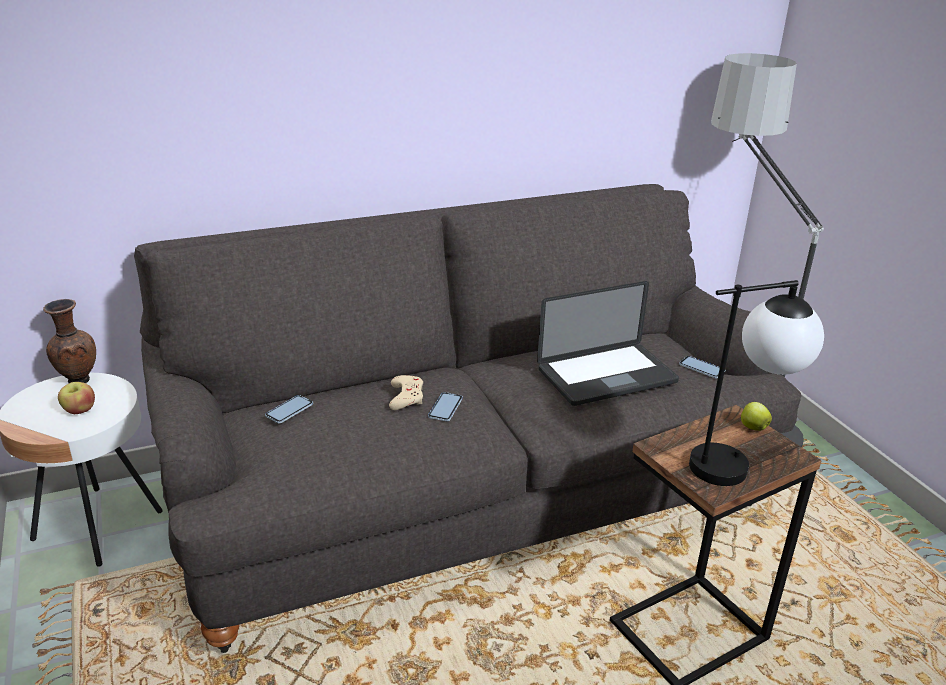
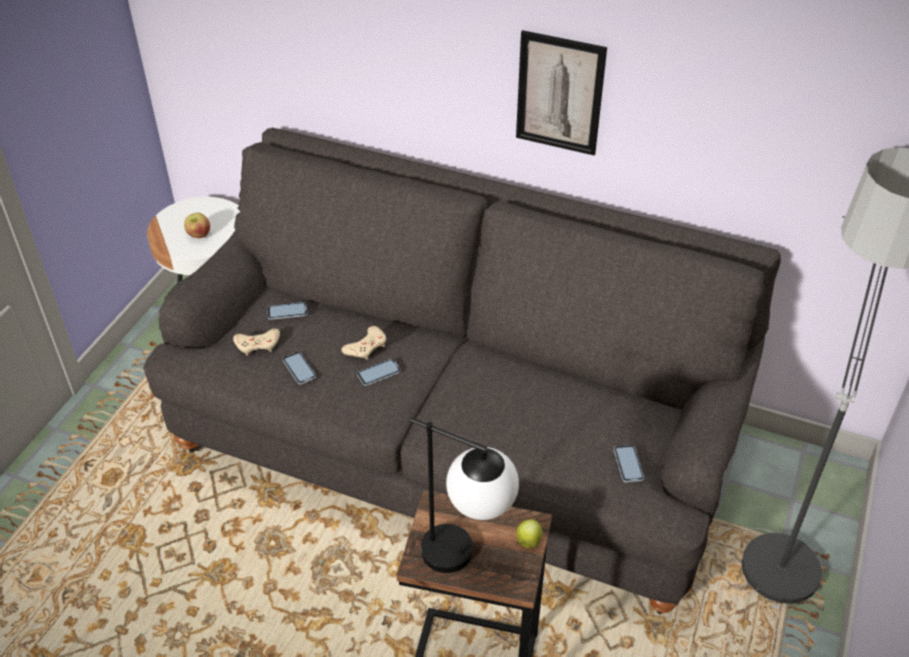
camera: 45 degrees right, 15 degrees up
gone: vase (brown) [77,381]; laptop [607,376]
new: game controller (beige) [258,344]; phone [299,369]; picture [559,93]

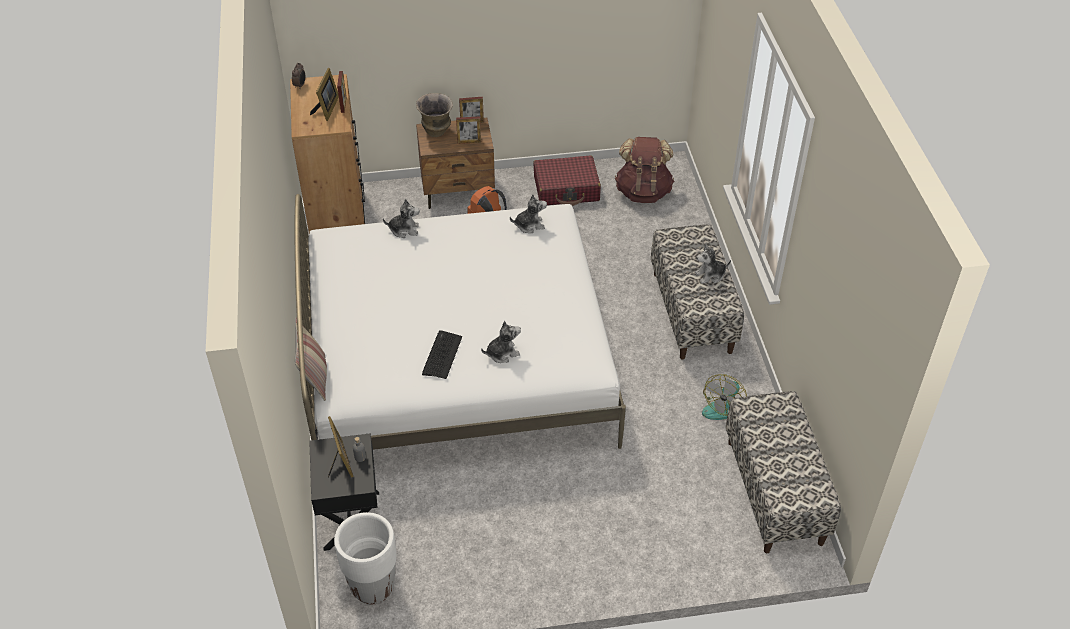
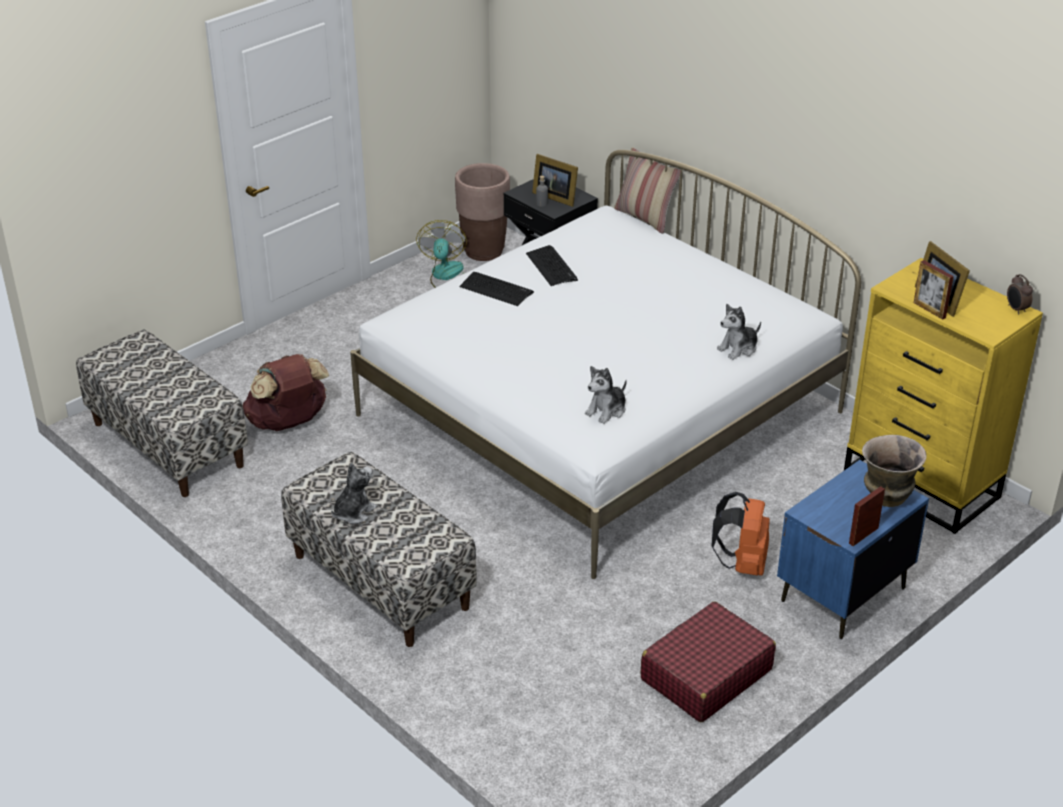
camera: 145 degrees right, 10 degrees down
gone: picture frame [469,142]
shifted: backpack (brown) [643,192] to [288,423]; fan [723,406] to [447,276]
swapped: plush toy [502,353] to keyboard [496,289]
repainted: planter (white) [372,587] to planter (brown) [484,251]; nightstand (brown) [458,191] to nightstand (blue) [842,594]; dresser (brown) [338,222] to dresser (yellow) [922,485]

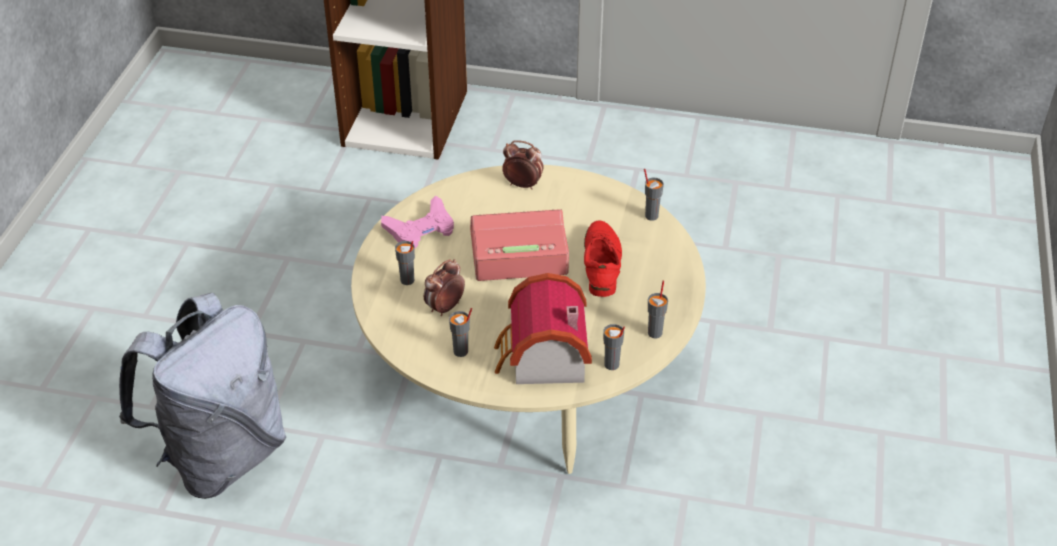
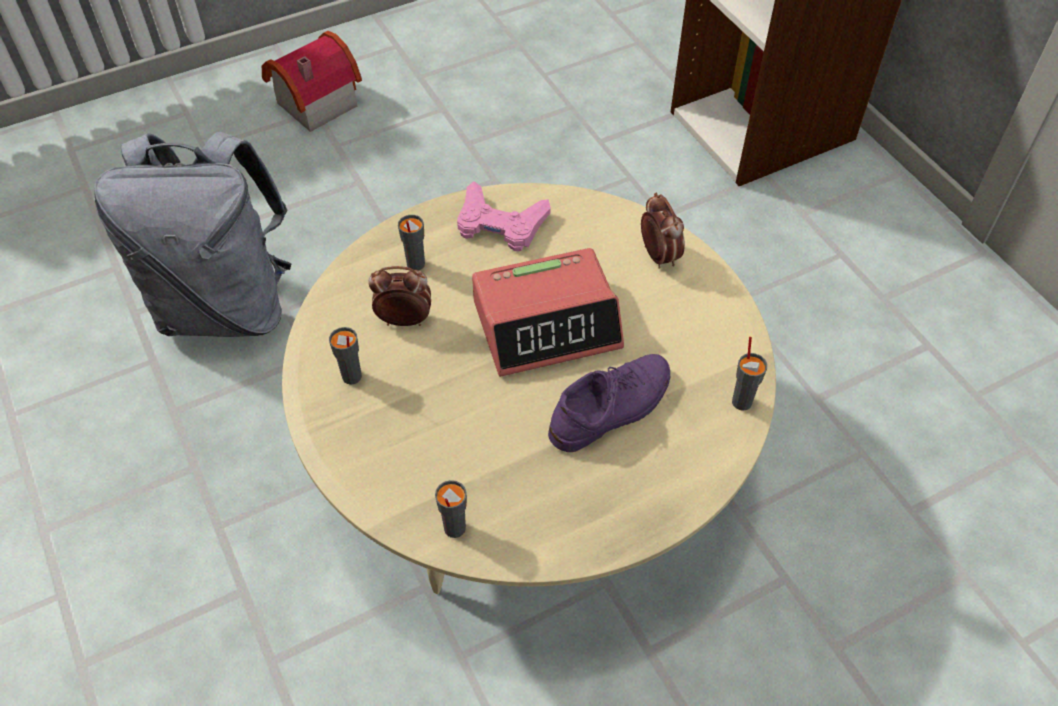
camera: 50 degrees right, 10 degrees up
gone: cup (grey) [655,333]
shifted: toy house [542,360] to [312,103]
repainted: shoe (red) [602,263] to shoe (purple) [611,408]
rotated: alarm clock [518,253] = [547,324] 120 degrees clockwise

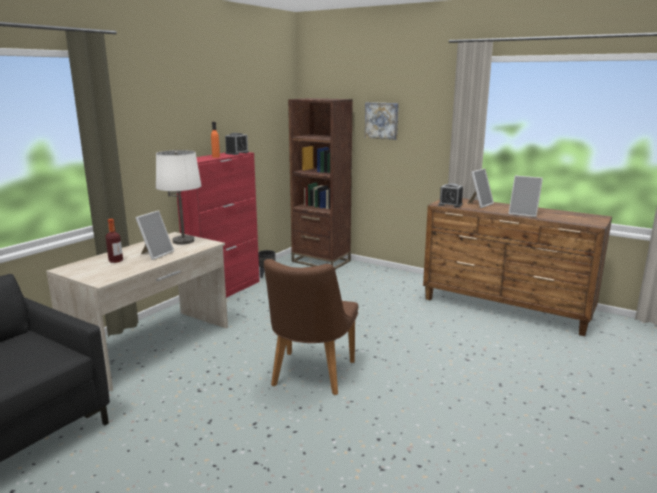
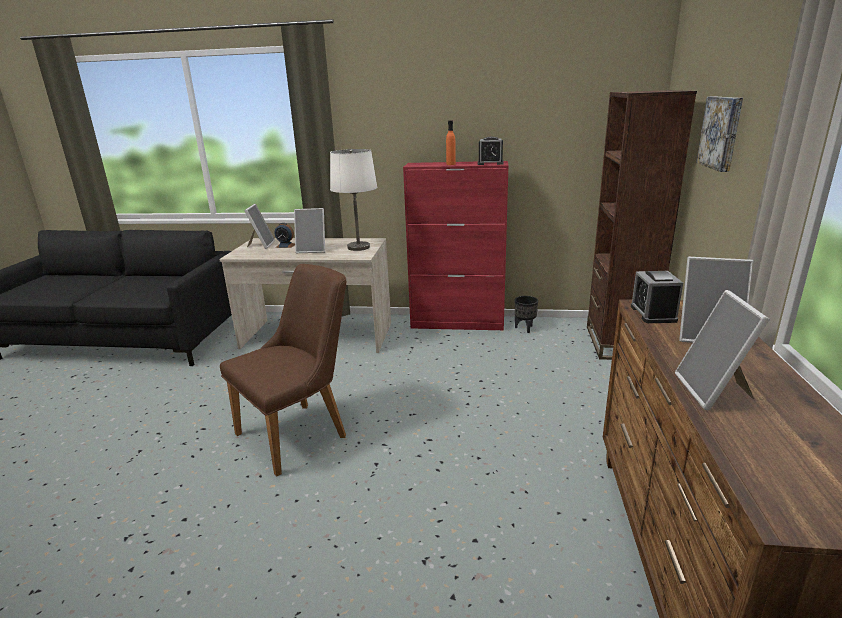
camera: 65 degrees right, 5 degrees up
new: picture frame [261,245]
swapped: bottle [116,261] to alarm clock [285,245]
rotated: chair (brown) [309,377] = [301,431] 150 degrees clockwise

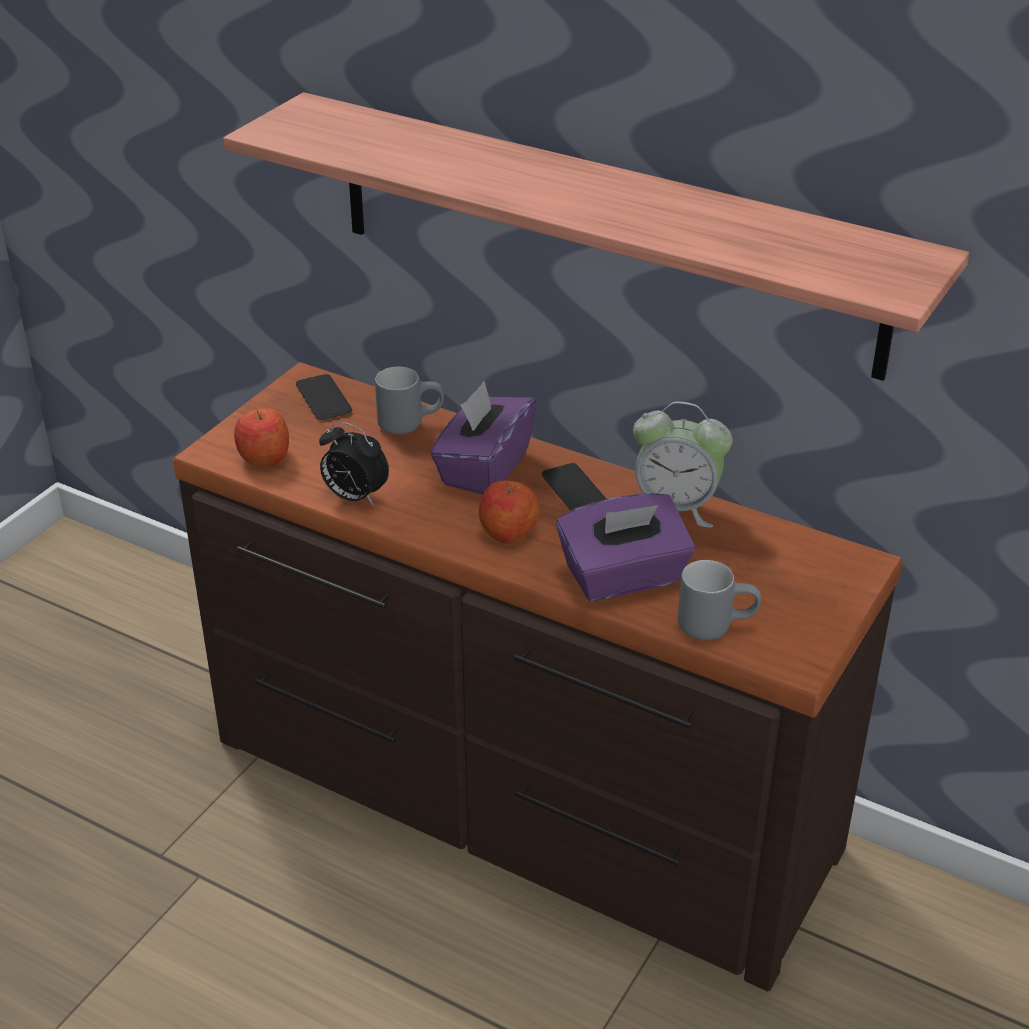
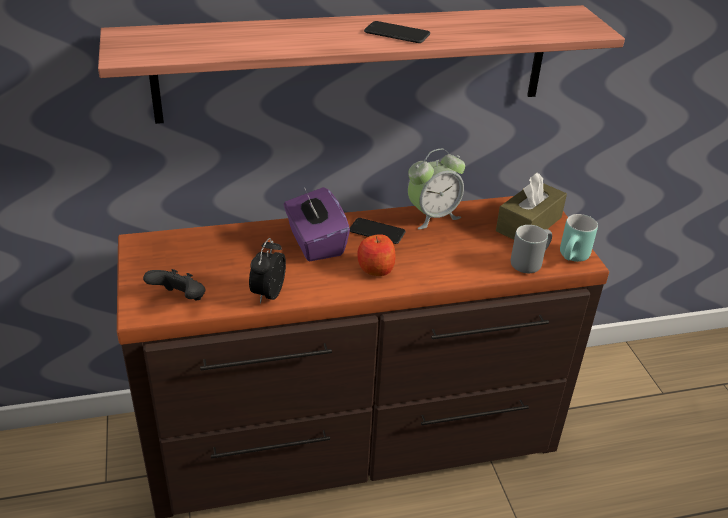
camera: 45 degrees left, 0 degrees up
gone: mug (grey) [409,422]; tissue box (purple) [623,577]
new: tissue box (brown) [528,224]; mug (turquoise) [574,259]
shifted: phone [323,398] to [397,33]
swapped: apple [264,457] to game controller (black) [180,299]
rotated: alarm clock [354,497] = [268,294] 120 degrees clockwise

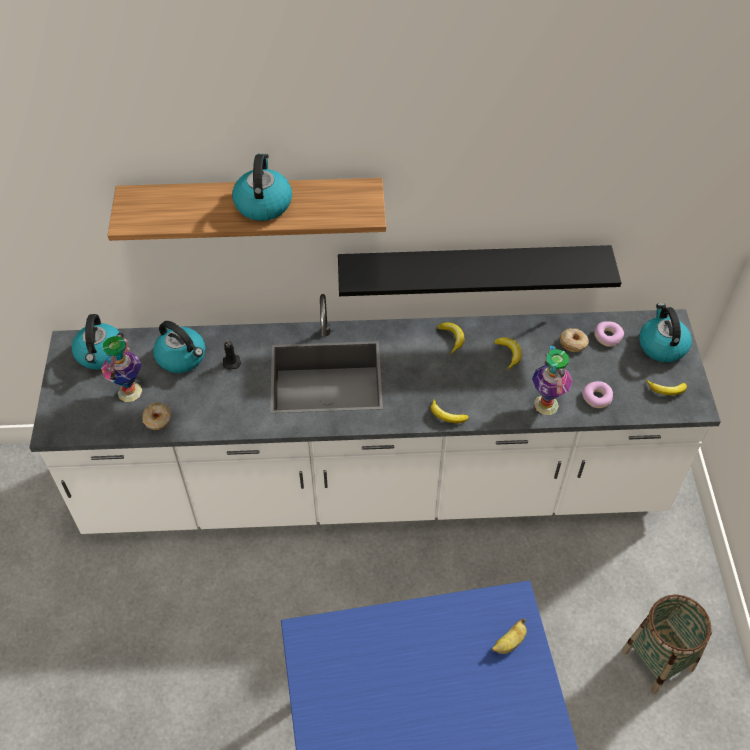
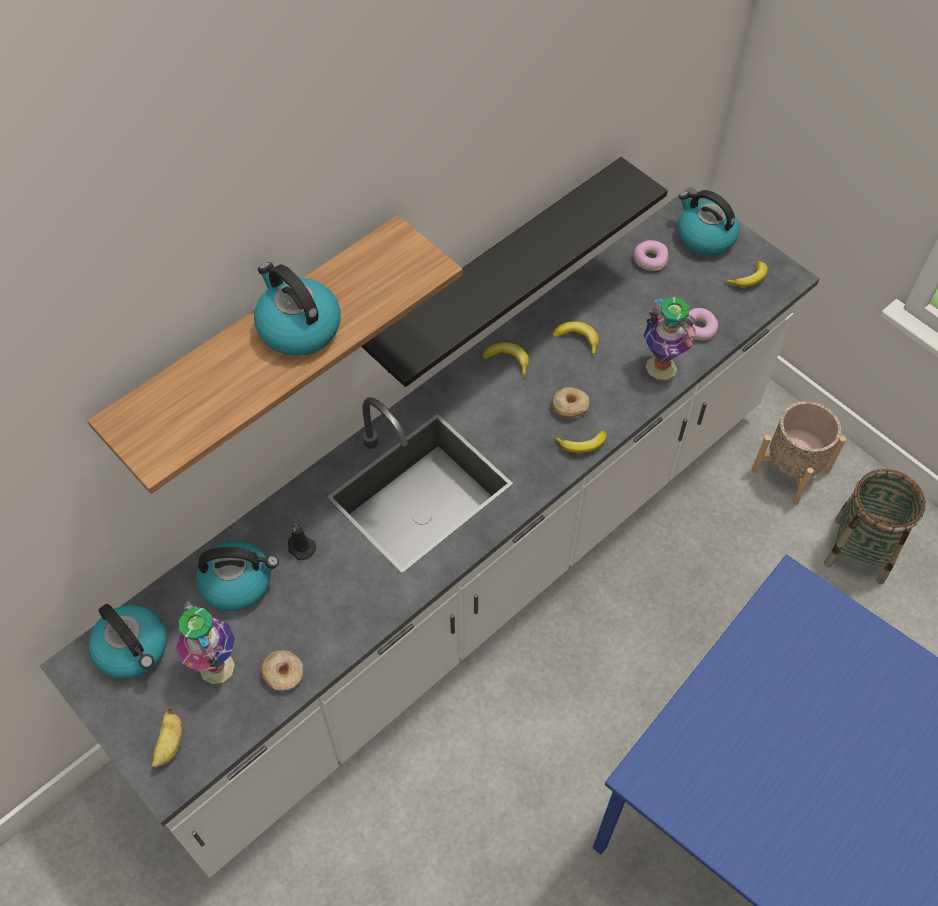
camera: 40 degrees left, 5 degrees up
new: planter (beige) [790,470]
shifted: banana [509,643] to [170,744]; donut [573,343] to [569,406]

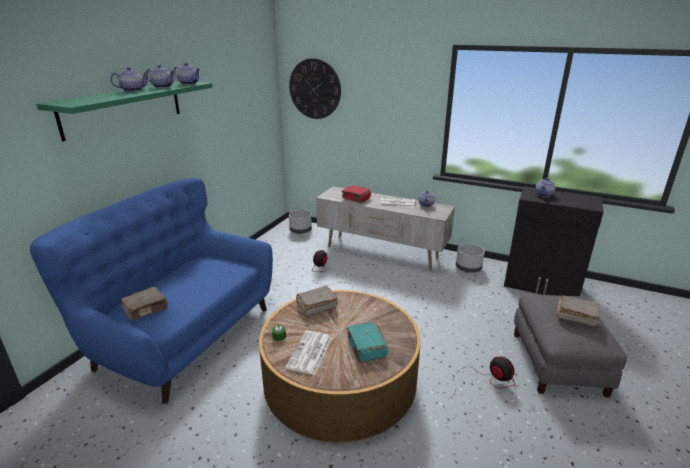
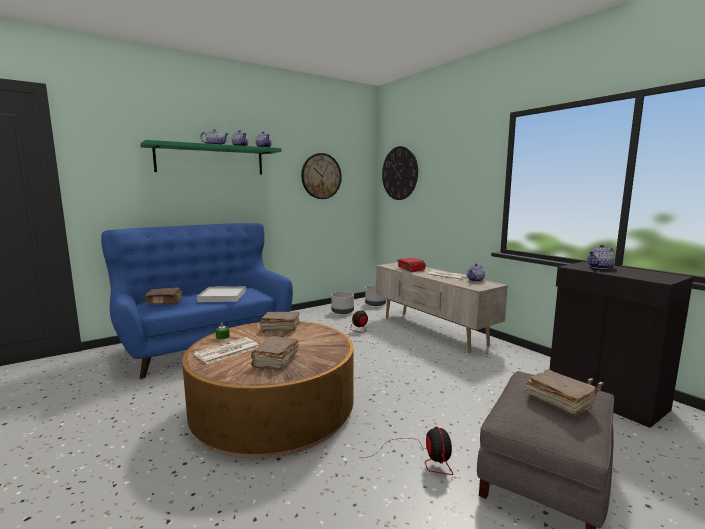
camera: 30 degrees right, 15 degrees down
new: tray (white) [222,296]; wall clock [321,176]
shifted: planter (grey) [468,268] to [342,312]
repainted: book (turquoise) [366,348] to book (brown) [275,361]

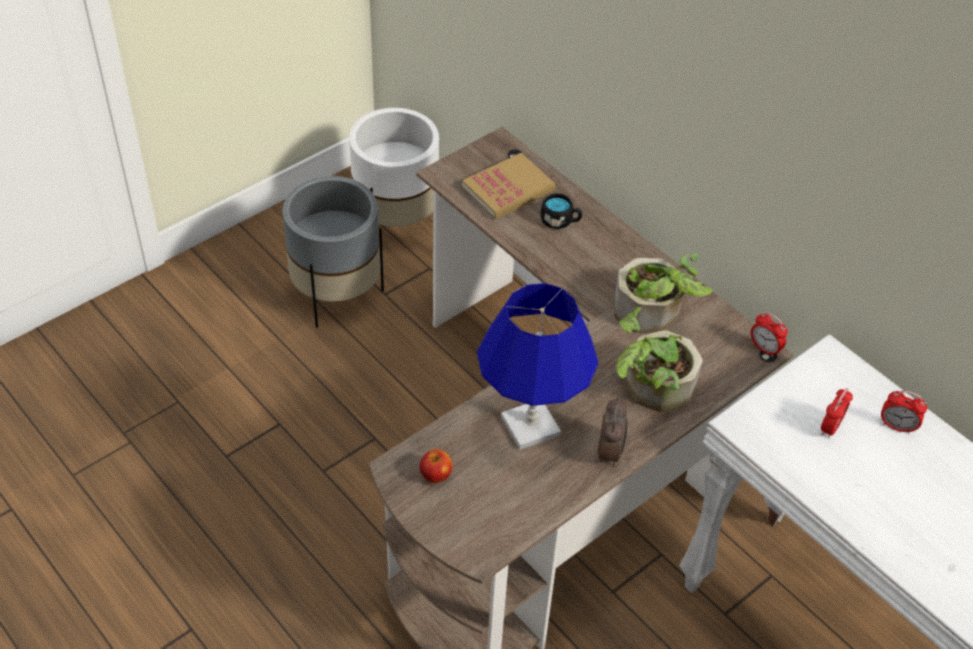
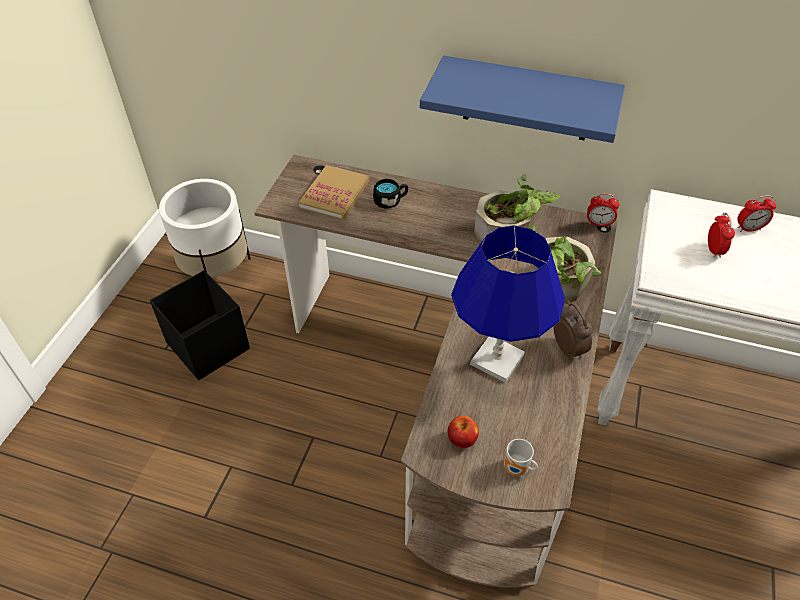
camera: 30 degrees left, 0 degrees up
new: shelf (blue) [527,99]; mug [517,469]
swapped: planter (grey) [337,295] to storage box (black) [208,345]

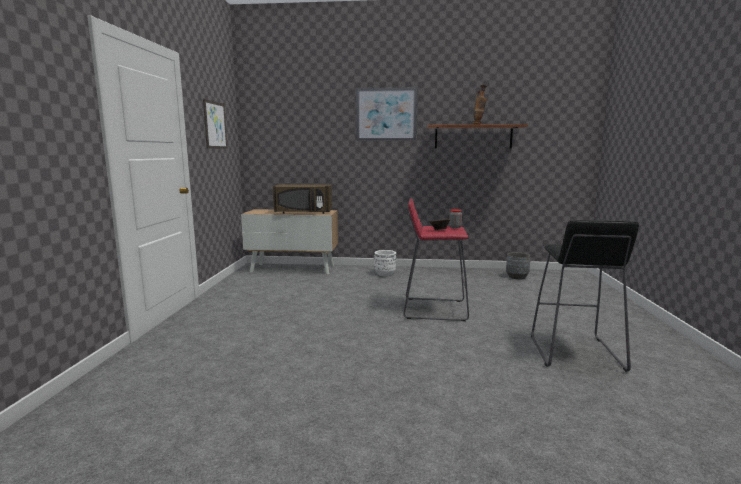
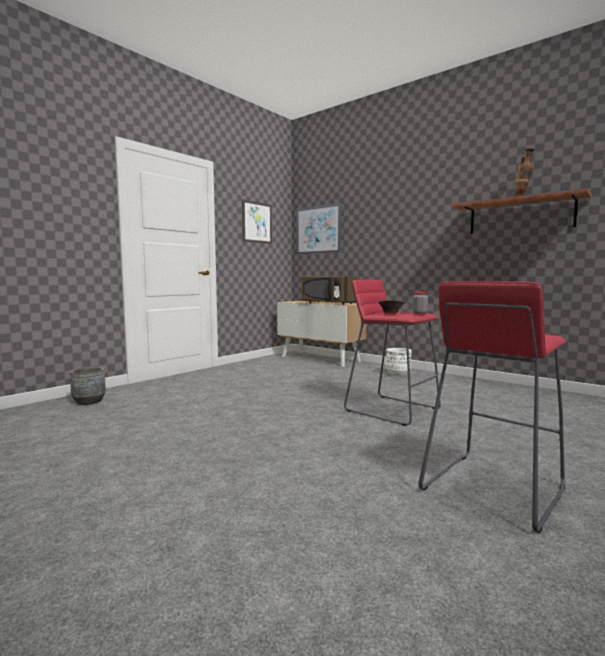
camera: 35 degrees right, 5 degrees down
shifted: planter (grey) [516,277] to [89,401]; picture [386,114] to [318,230]
repainted: stool (black) [574,352] to stool (red) [491,488]

